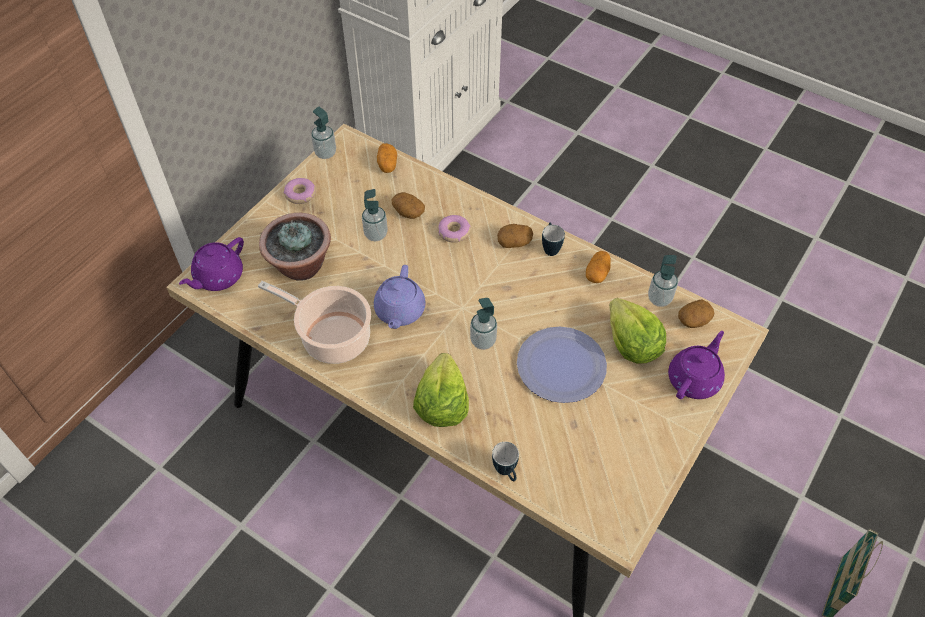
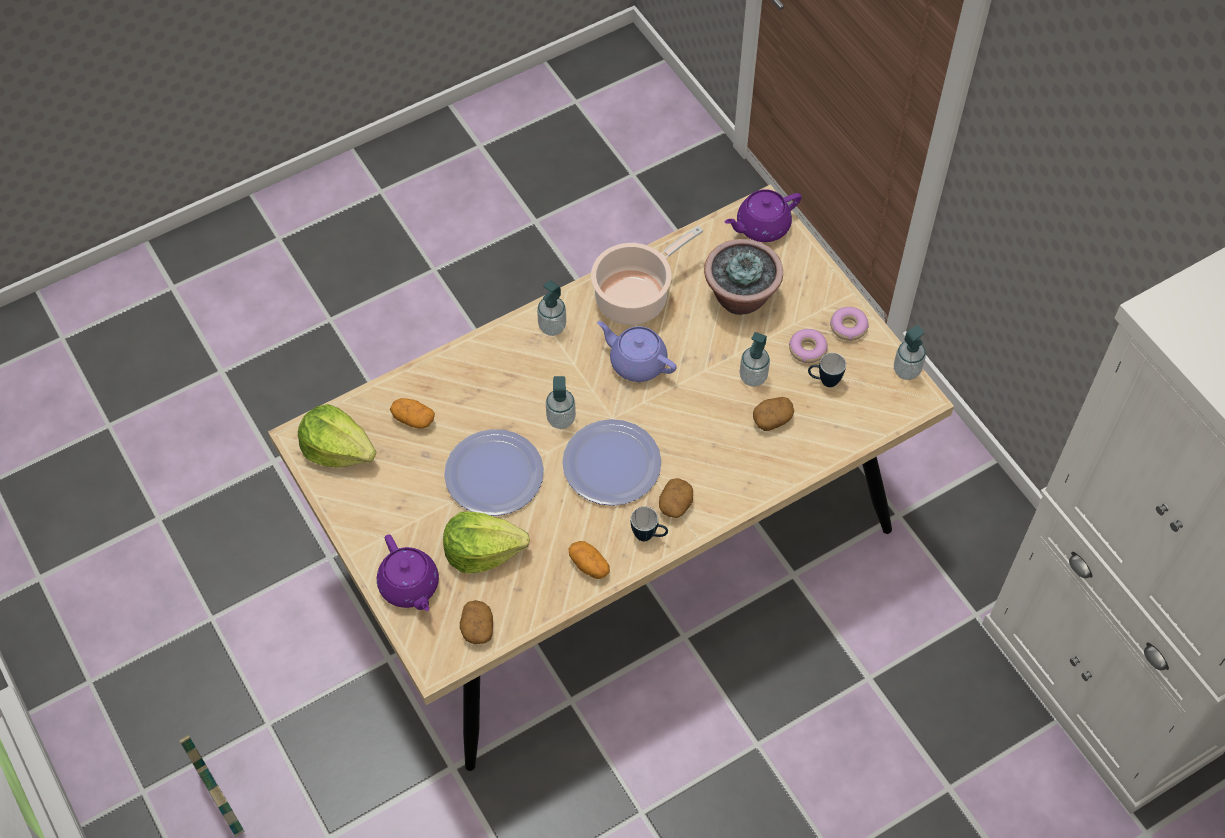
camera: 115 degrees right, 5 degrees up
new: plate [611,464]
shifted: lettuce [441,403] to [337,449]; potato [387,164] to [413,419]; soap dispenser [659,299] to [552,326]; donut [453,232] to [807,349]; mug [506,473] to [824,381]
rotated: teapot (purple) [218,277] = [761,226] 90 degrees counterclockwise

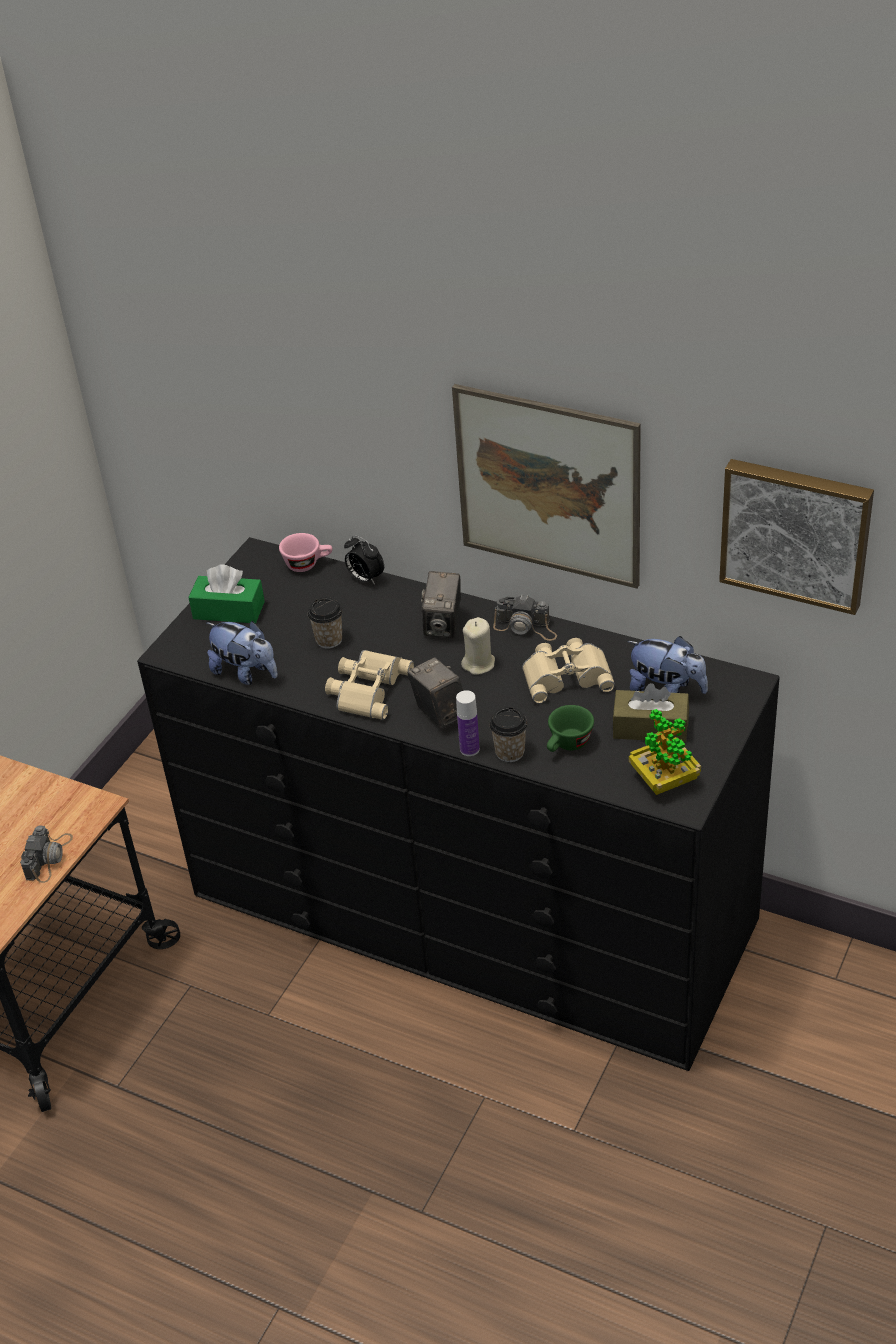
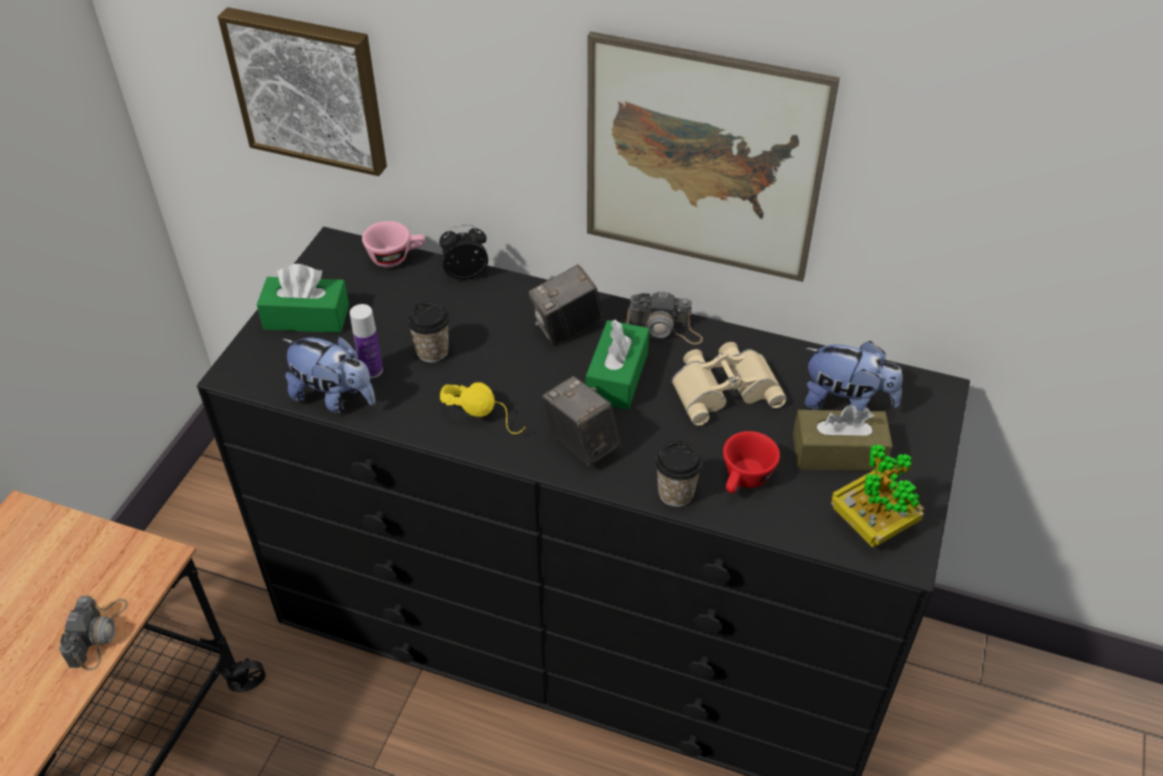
camera: 10 degrees left, 5 degrees up
shifted: picture [796,532] to [309,89]; bottle [469,749] to [371,370]
swapped: binoculars (beige) [367,688] to headphones (yellow) [486,413]; candle (beige) [479,664] to tissue box (green) [617,376]
repainted: cup (green) [567,745] to cup (red) [744,480]
rotated: alarm clock [365,579] = [466,274] 135 degrees clockwise; photo camera [443,625] = [566,328] 60 degrees clockwise

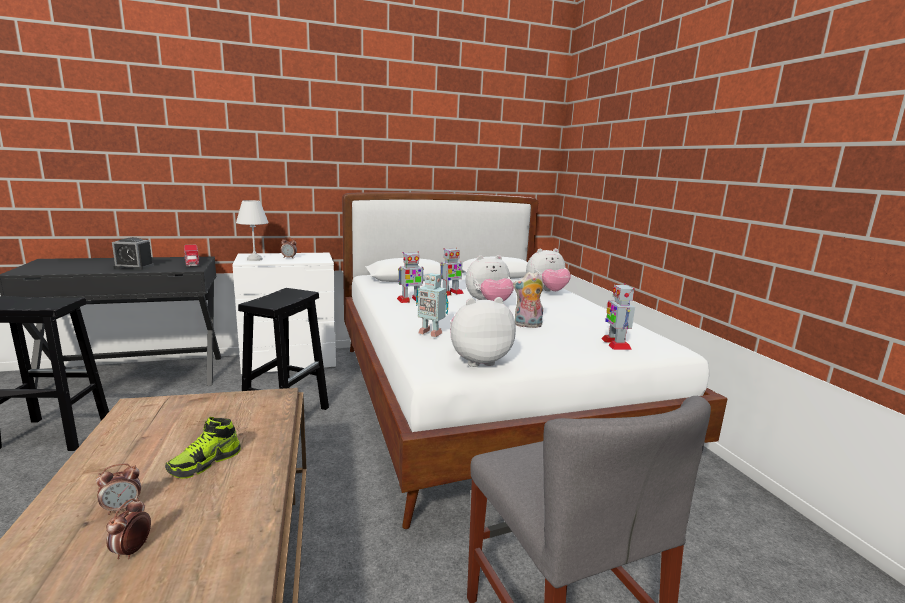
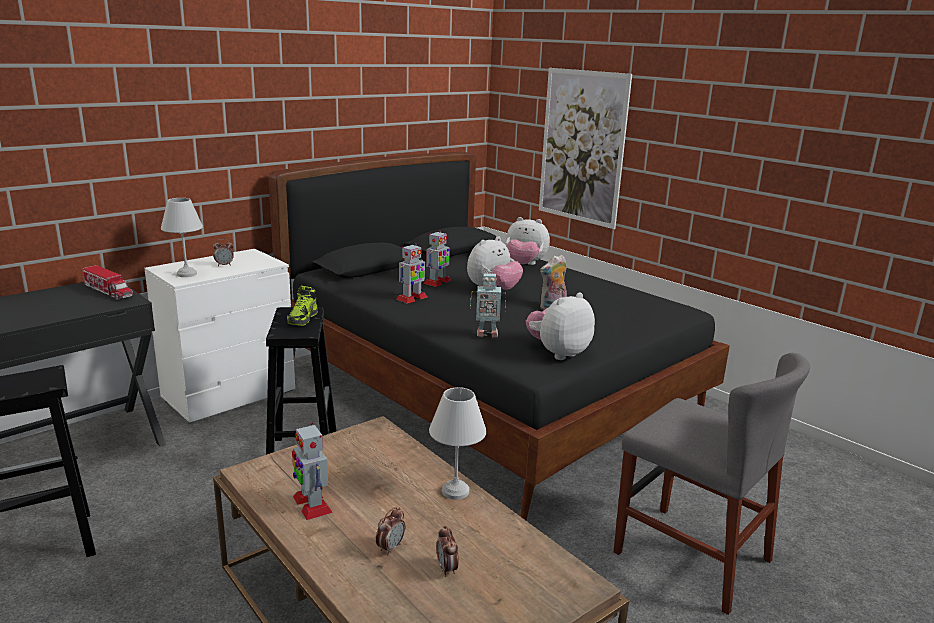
camera: 25 degrees left, 5 degrees up
gone: alarm clock [134,266]
new: table lamp (white) [454,491]; picture [582,147]
shifted: shoe [205,463] to [303,319]; toy robot [615,344] to [312,504]
repainted: bed (white) [485,401] to bed (black) [487,392]
rotated: plush toy [546,292] = [524,265] 60 degrees clockwise

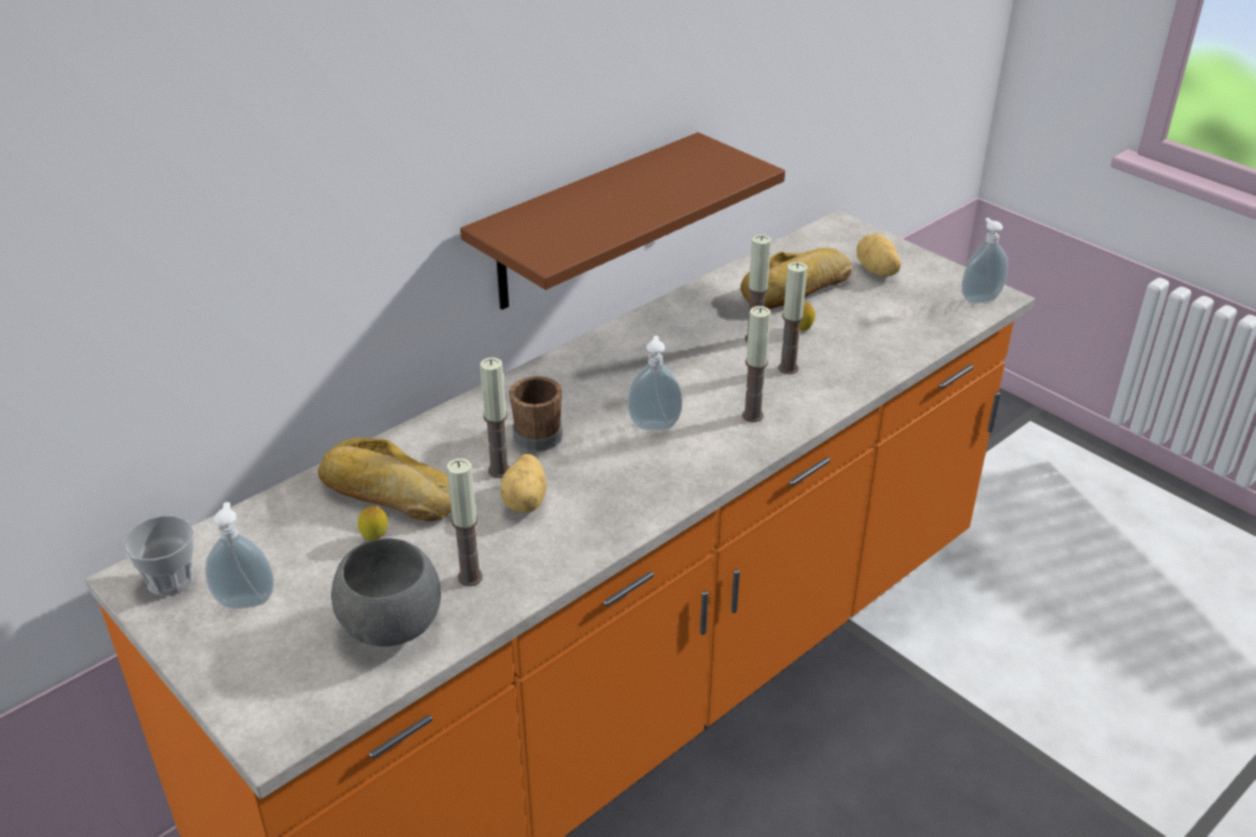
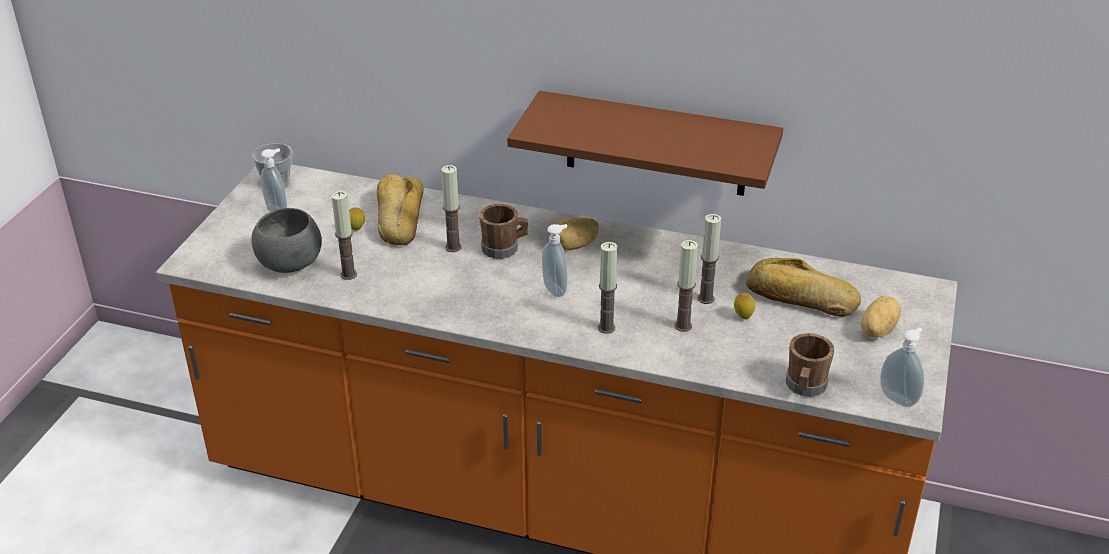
camera: 60 degrees right, 0 degrees up
new: mug (brown) [805,387]
shifted: potato [526,501] to [575,246]

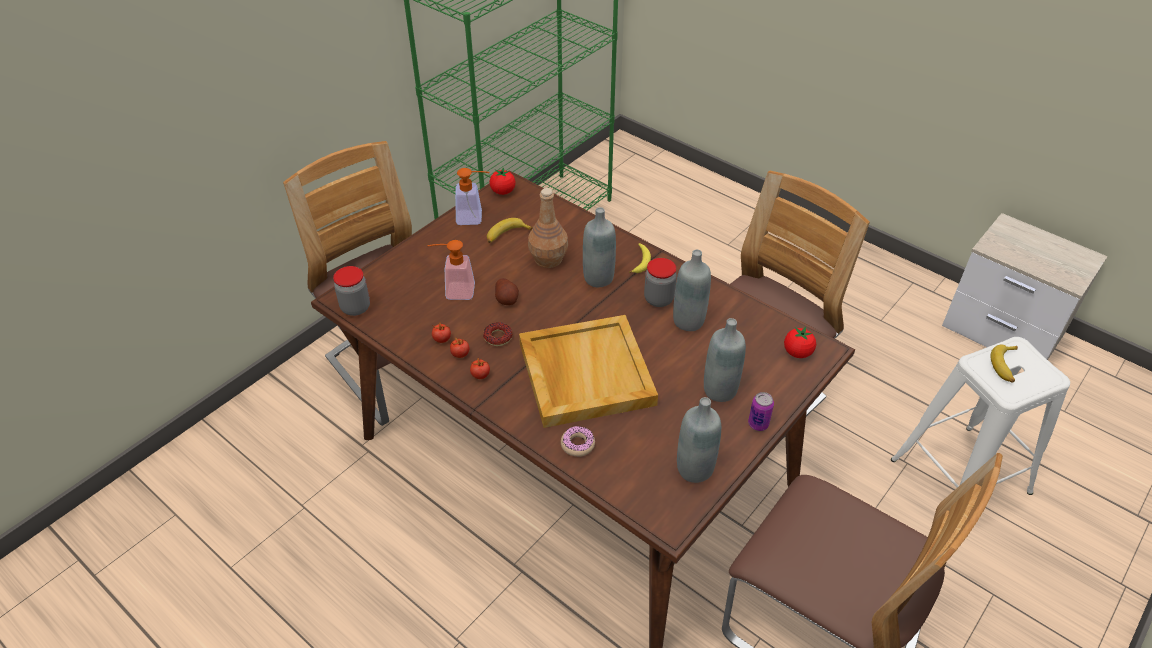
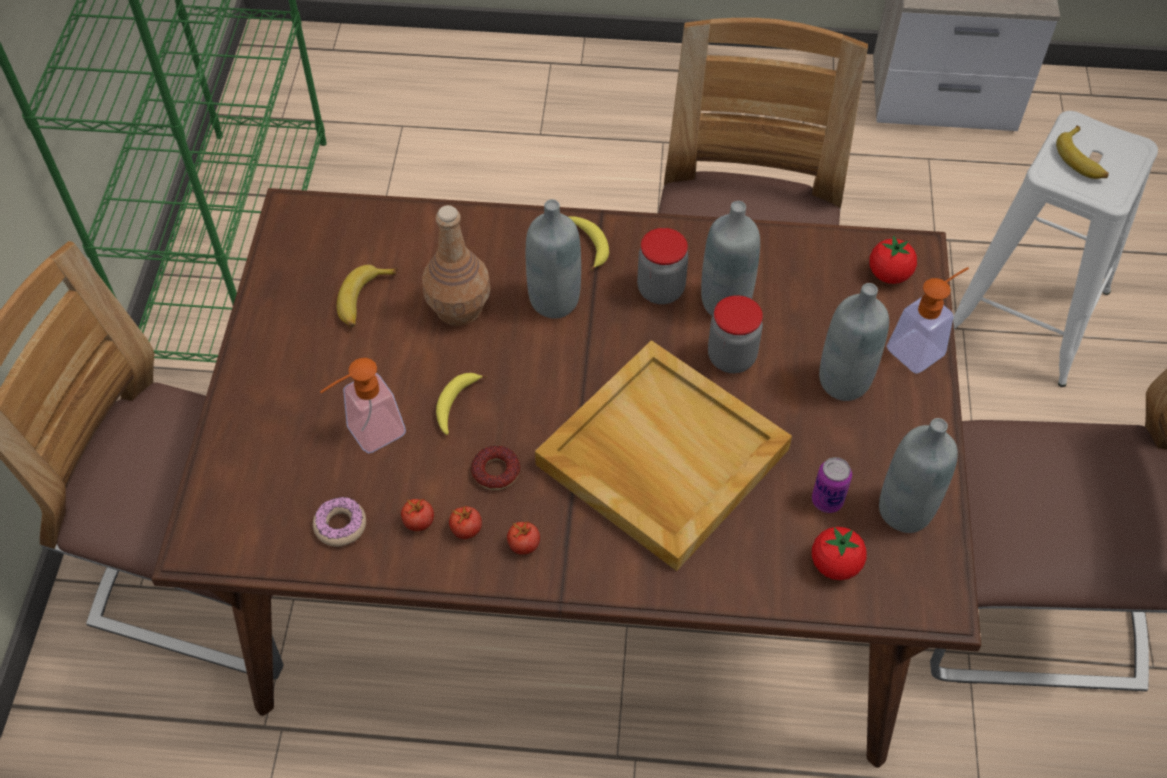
camera: 35 degrees left, 10 degrees up
shifted: donut [577,444] to [340,525]; jar [355,307] to [731,357]; can [758,424] to [827,500]; tomato [503,191] to [835,564]; soap dispenser [474,218] to [922,347]
swapped: potato [507,299] to banana [456,405]

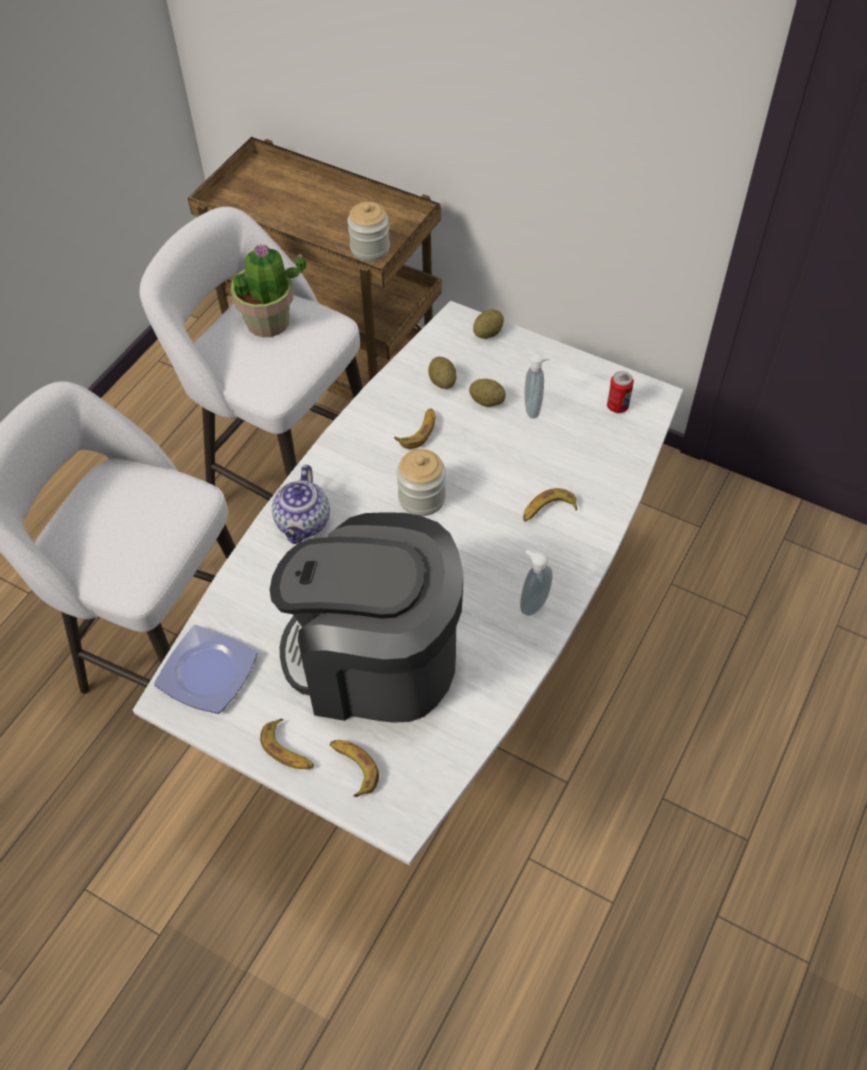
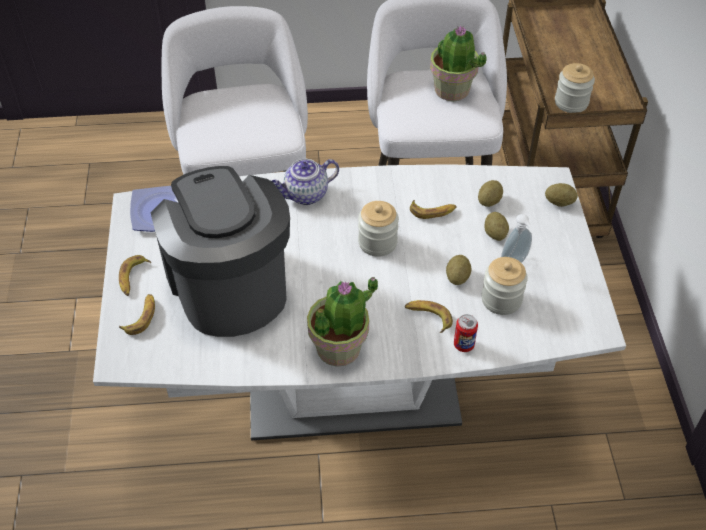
camera: 55 degrees right, 5 degrees down
new: potato [457,277]; jar [501,299]
shifted: can [617,406] to [463,345]
swapped: soap dispenser [532,603] to potted plant [339,348]

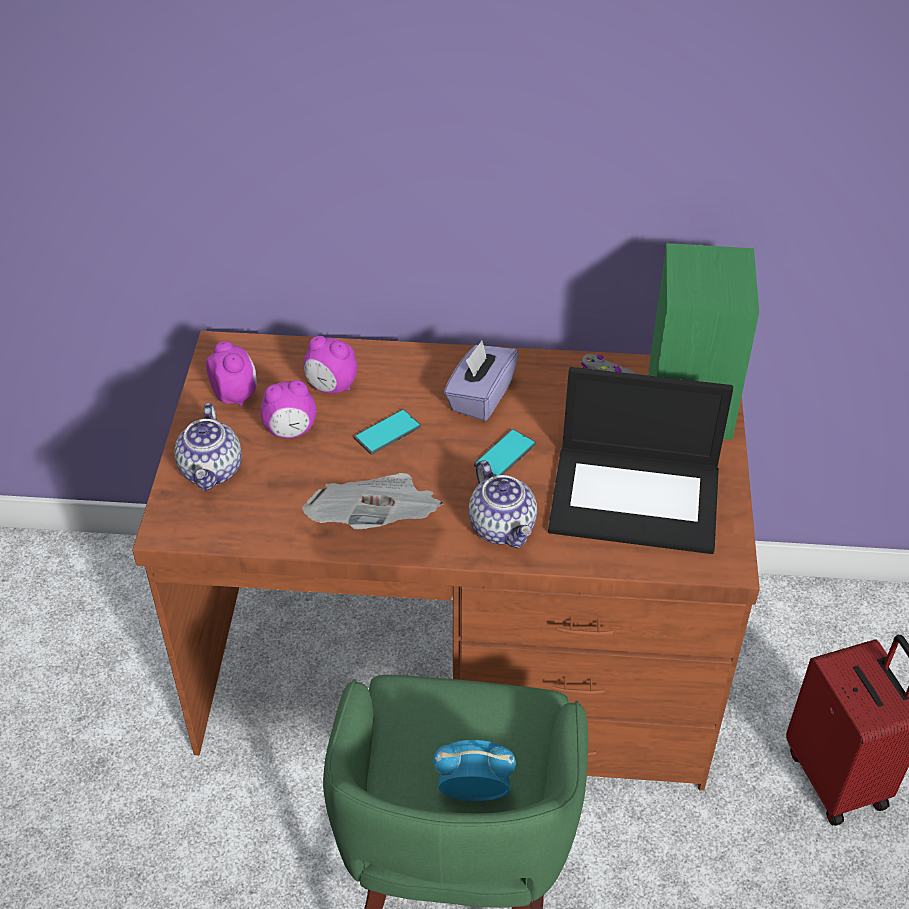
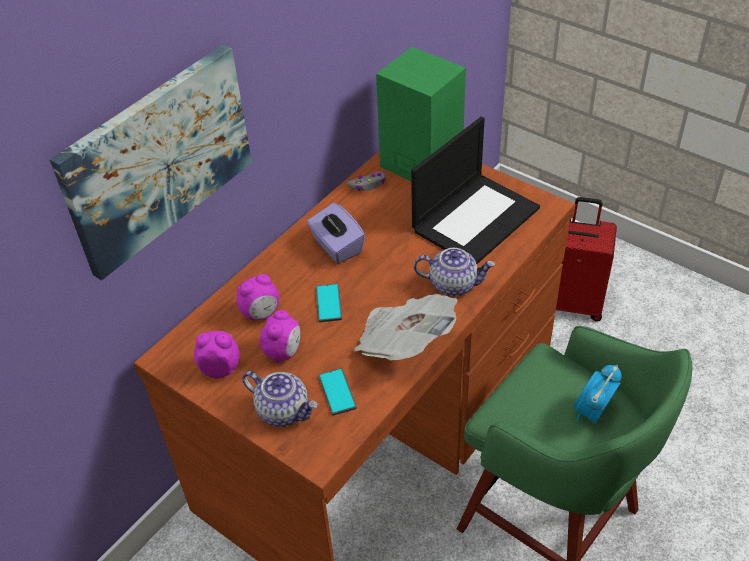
camera: 55 degrees left, 0 degrees up
new: picture [158,159]
shifted: phone [505,455] to [337,392]

